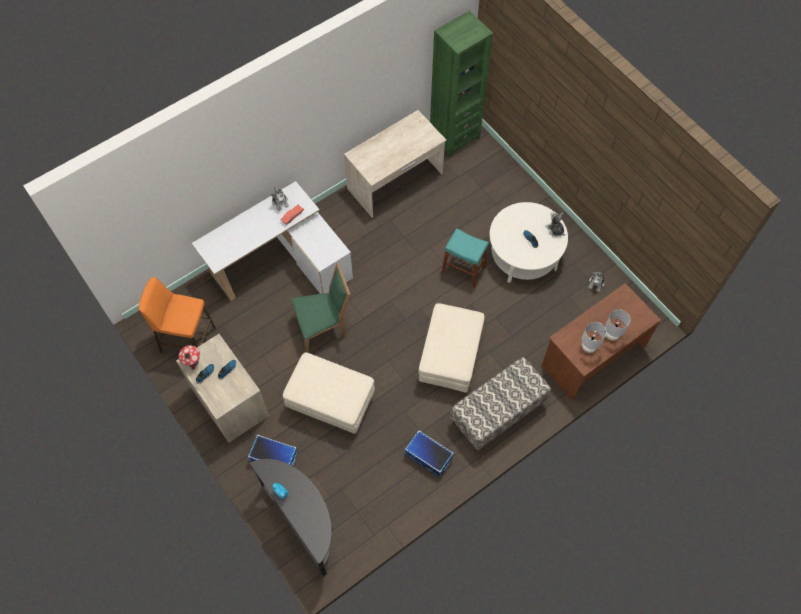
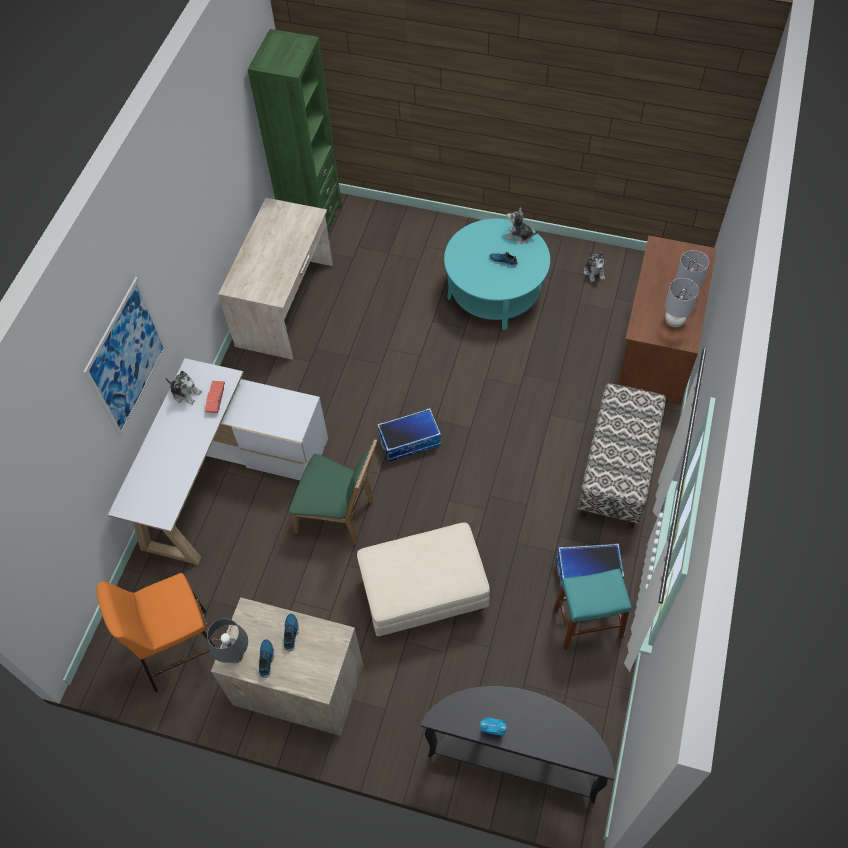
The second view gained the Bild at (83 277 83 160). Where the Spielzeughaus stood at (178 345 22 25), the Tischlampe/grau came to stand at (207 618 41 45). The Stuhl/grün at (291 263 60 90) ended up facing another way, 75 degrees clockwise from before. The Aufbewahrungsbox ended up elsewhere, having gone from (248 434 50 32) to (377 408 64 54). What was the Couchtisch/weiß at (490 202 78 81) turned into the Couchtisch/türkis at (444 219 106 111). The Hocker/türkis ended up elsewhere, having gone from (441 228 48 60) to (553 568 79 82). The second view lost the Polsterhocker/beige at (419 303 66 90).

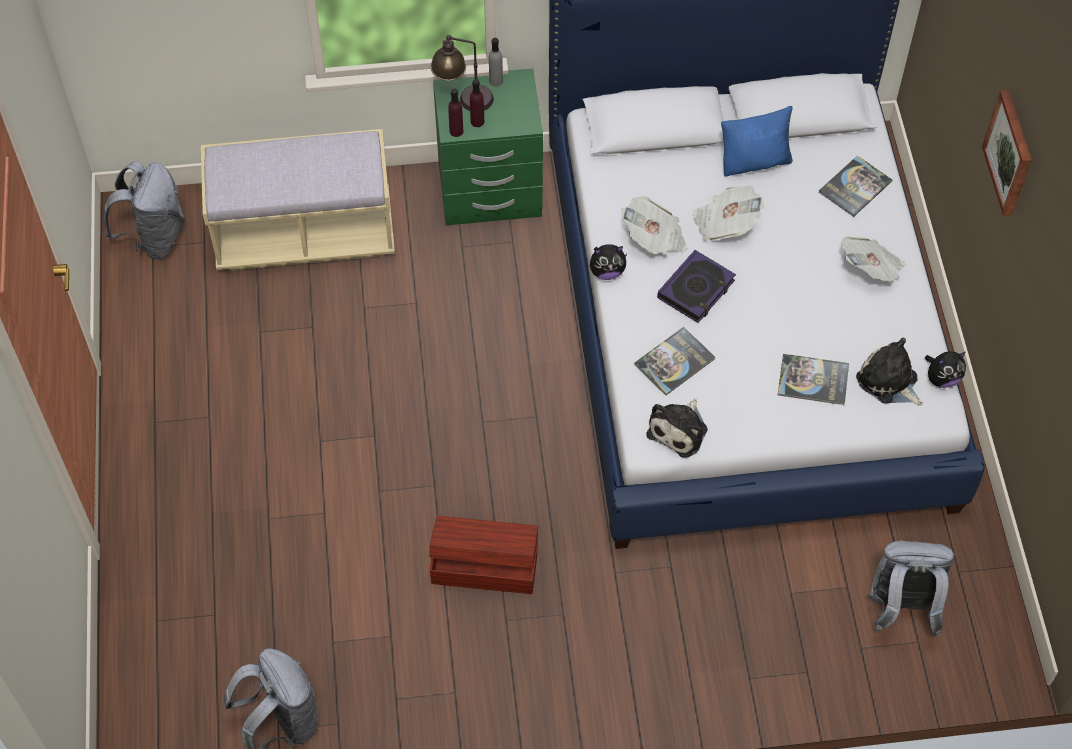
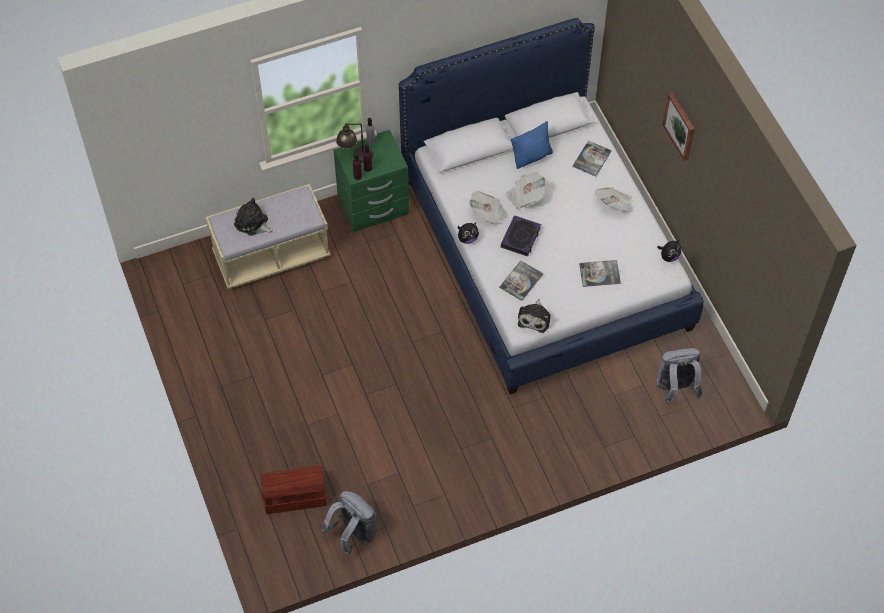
The Plüschtier ended up elsewhere, having gone from (856 338 67 68) to (234 198 39 38). The Aufbewahrungsbox/braun ended up elsewhere, having gone from (429 516 109 78) to (261 465 66 49). The second view lost the Rucksack/grau at (104 161 81 98).

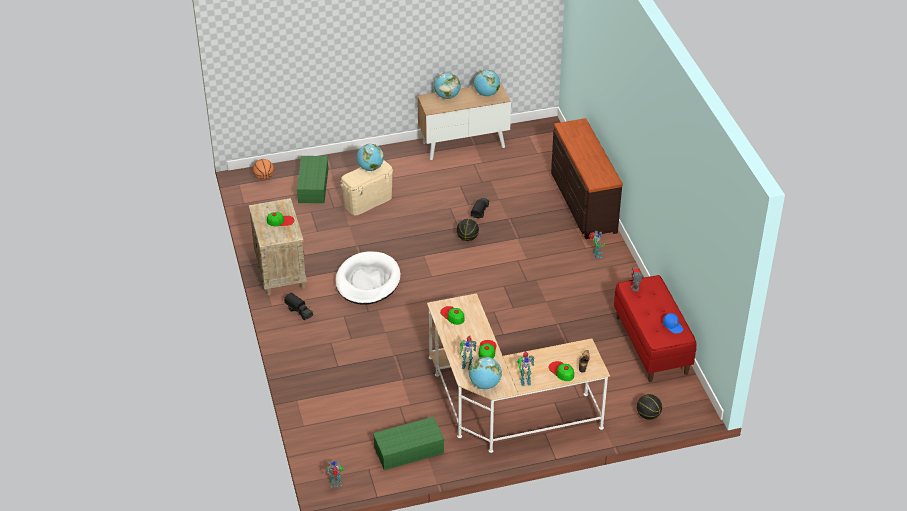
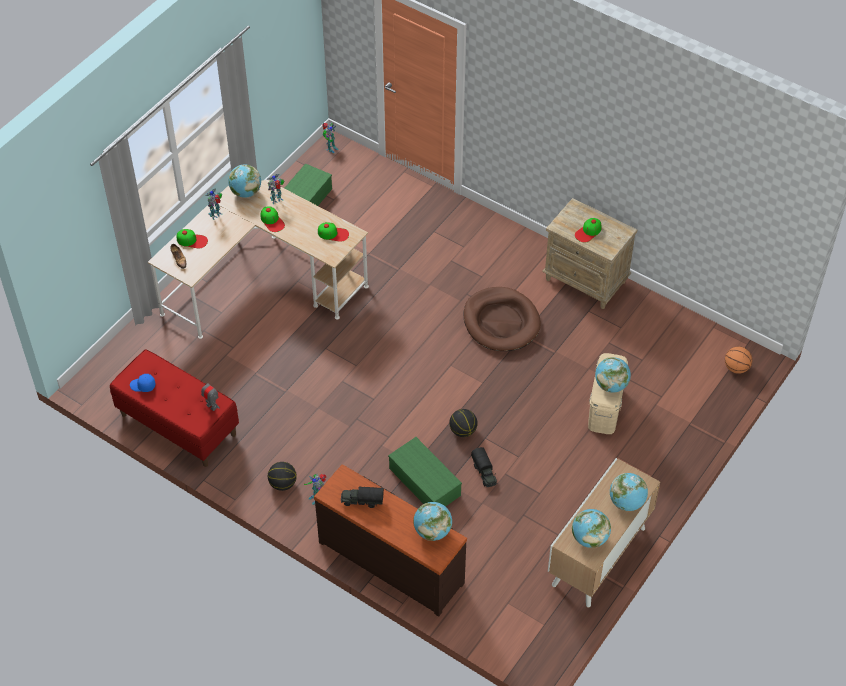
The Basketball ended up elsewhere, having gone from (637 394 25 26) to (268 462 29 29). The Spielzeuglaster ended up elsewhere, having gone from (284 293 30 27) to (341 487 43 21). The Aufbewahrungsbox/grün ended up elsewhere, having gone from (297 156 31 47) to (388 437 74 70). The second view gained the Globus at (413 502 39 39). What was the Hundebett/weiß at (335 251 66 54) turned into the Hundebett/braun at (464 287 77 64).

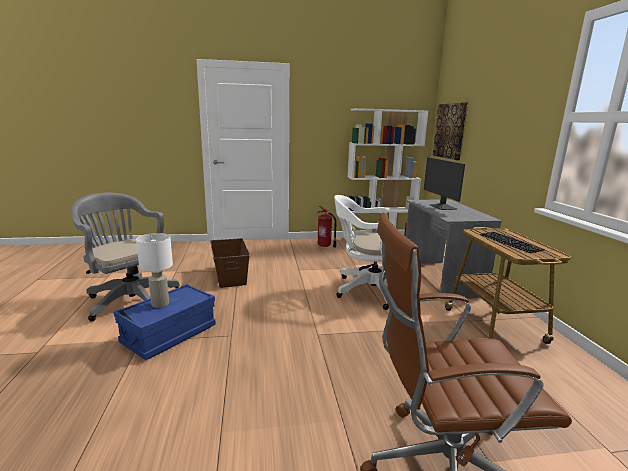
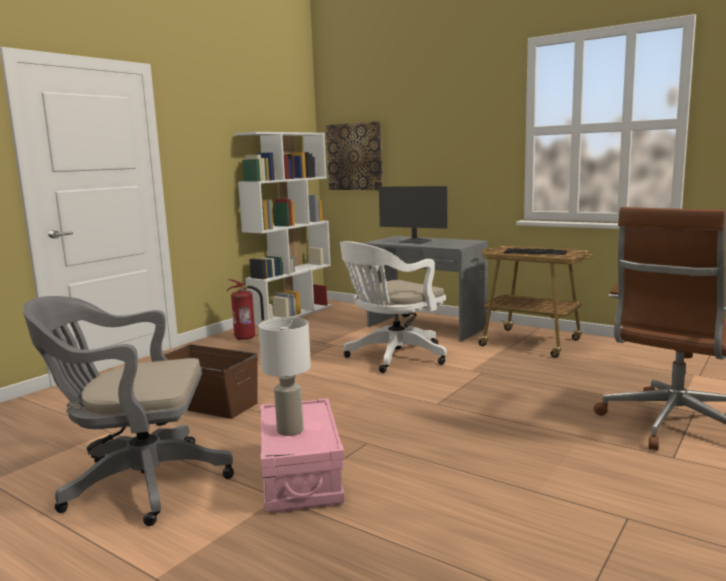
What was the Aufbewahrungsbox/blau at (114 284 102 76) turned into the Aufbewahrungsbox/rosa at (260 398 85 115).

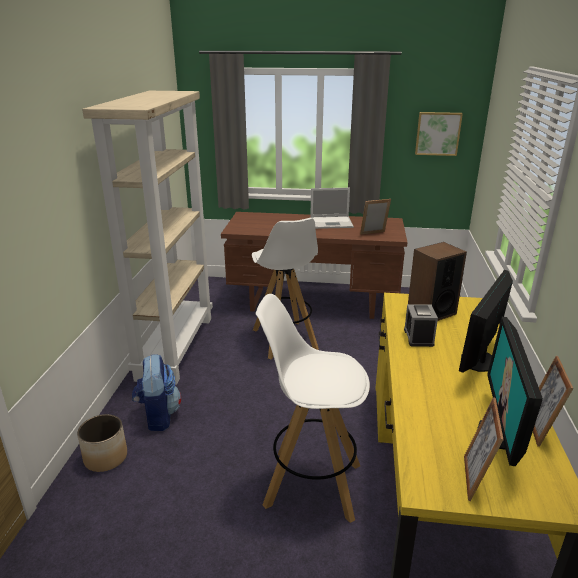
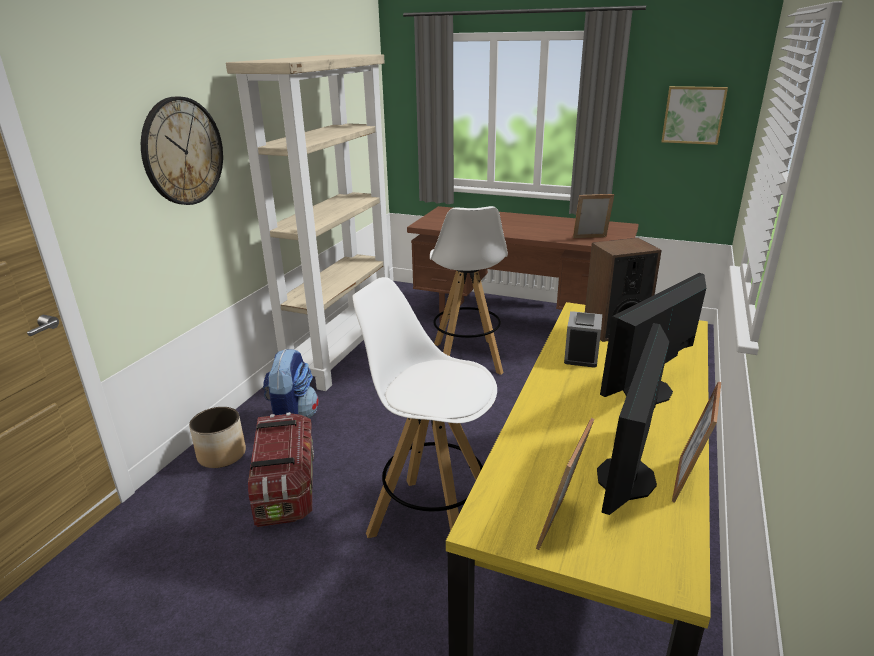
The second view gained the Wanduhr at (141 97 82 108). The second view gained the Aufbewahrungsbox at (248 412 66 115). The second view lost the Laptop at (310 188 44 41).

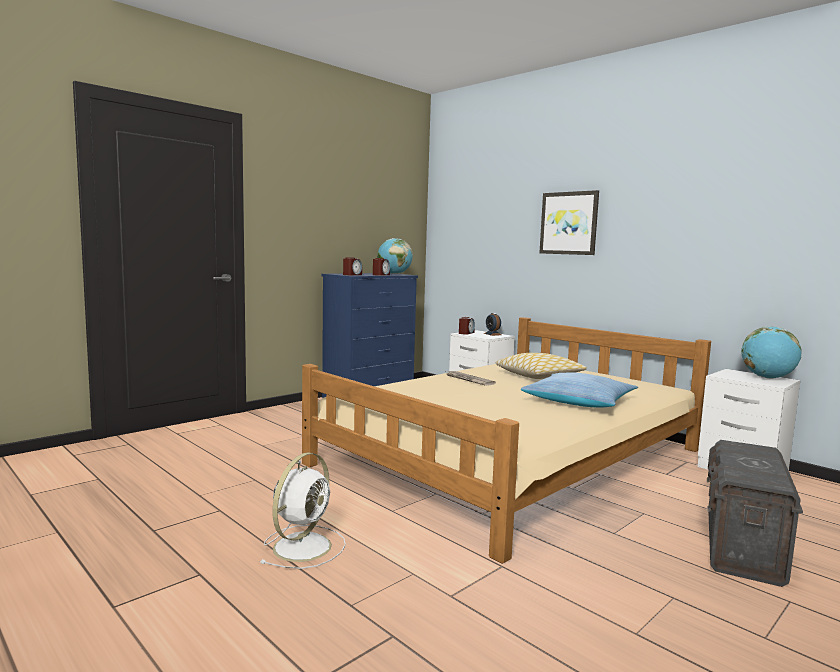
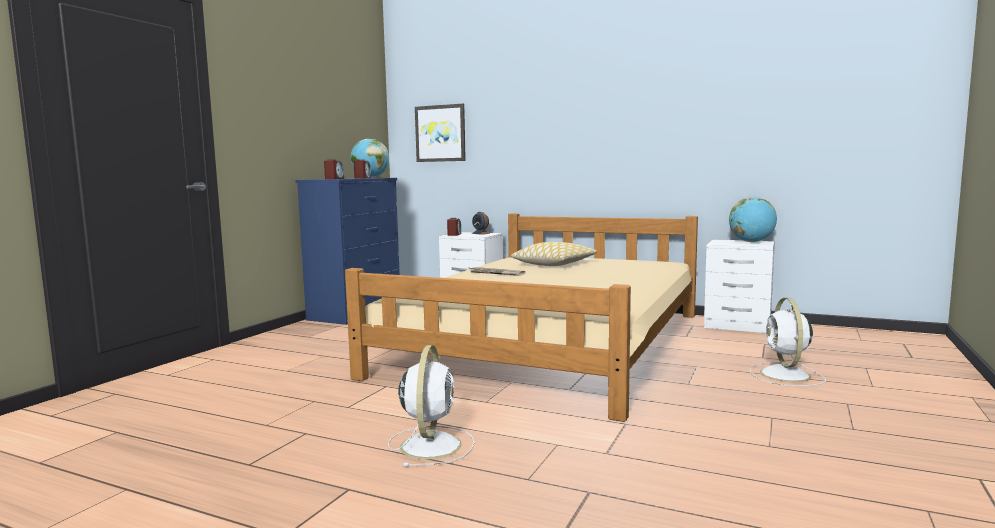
The Bild ended up elsewhere, having gone from (539 190 60 65) to (415 104 51 58). Where the Aufbewahrungsbox/grau stood at (707 440 96 147), the Ventilator/weiß came to stand at (750 298 76 88). The second view lost the Kissen at (521 372 117 36).

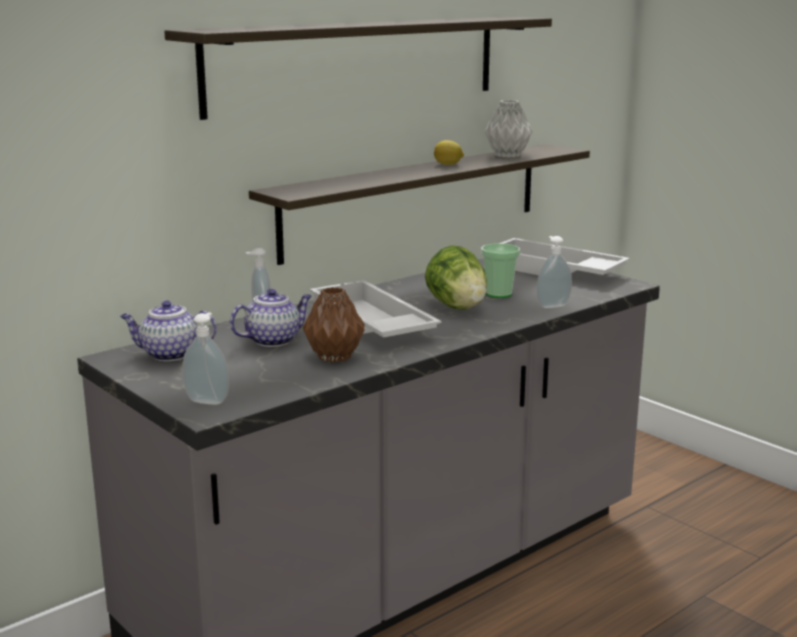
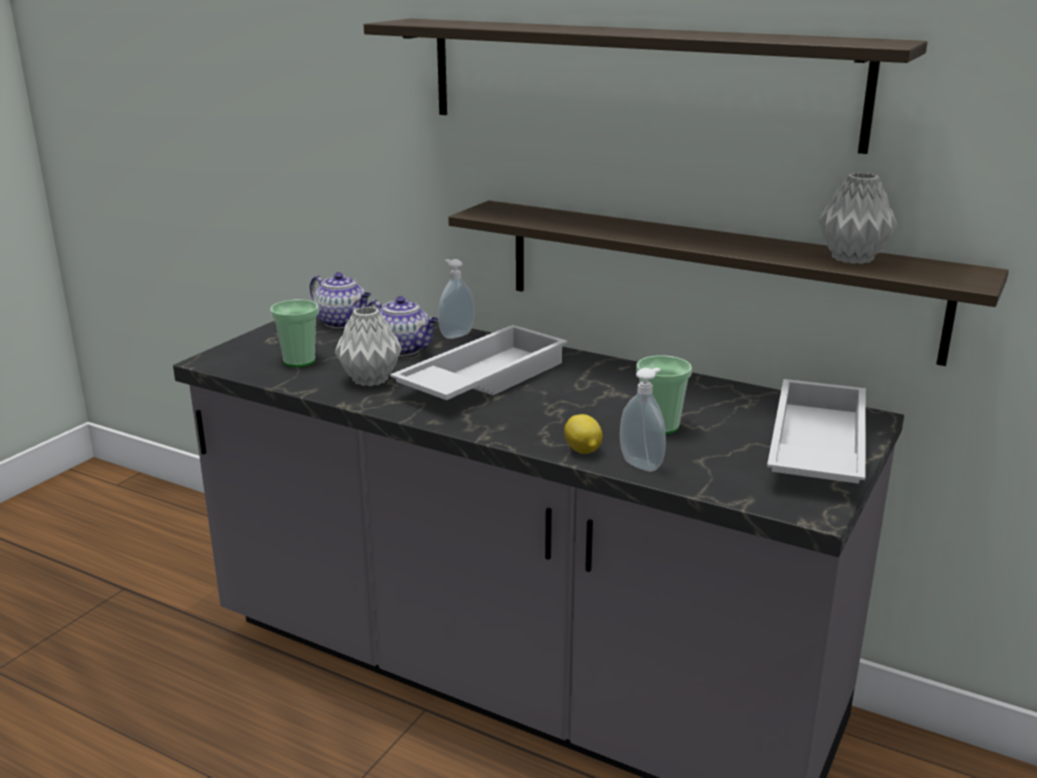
The second view gained the Tasse at (270 300 49 67). The Teekanne at (120 300 97 61) ended up facing another way, 150 degrees clockwise from before. What was the Vase/braun at (303 287 62 76) turned into the Vase/grau at (335 306 67 80). The Zitrone ended up elsewhere, having gone from (434 140 30 25) to (564 414 38 40). The second view lost the Seifenspender at (182 312 47 93). The second view lost the Salatkopf at (425 245 62 65).

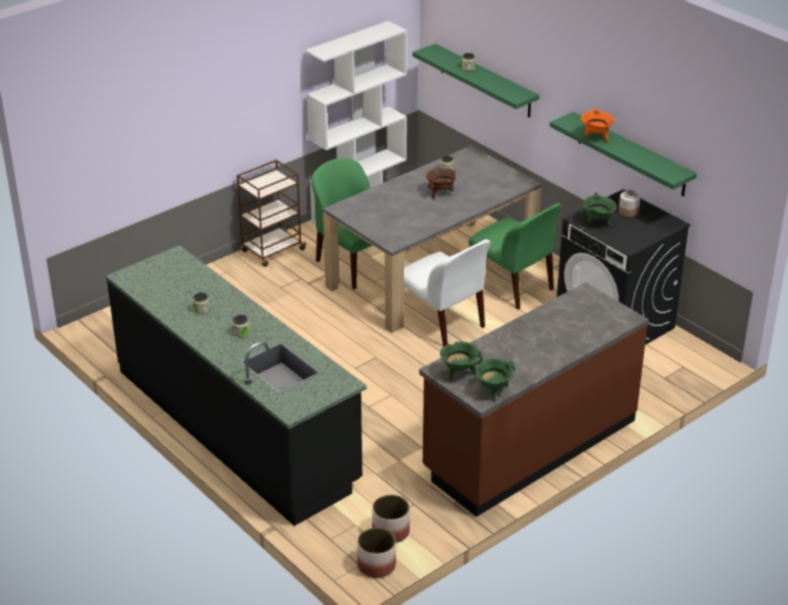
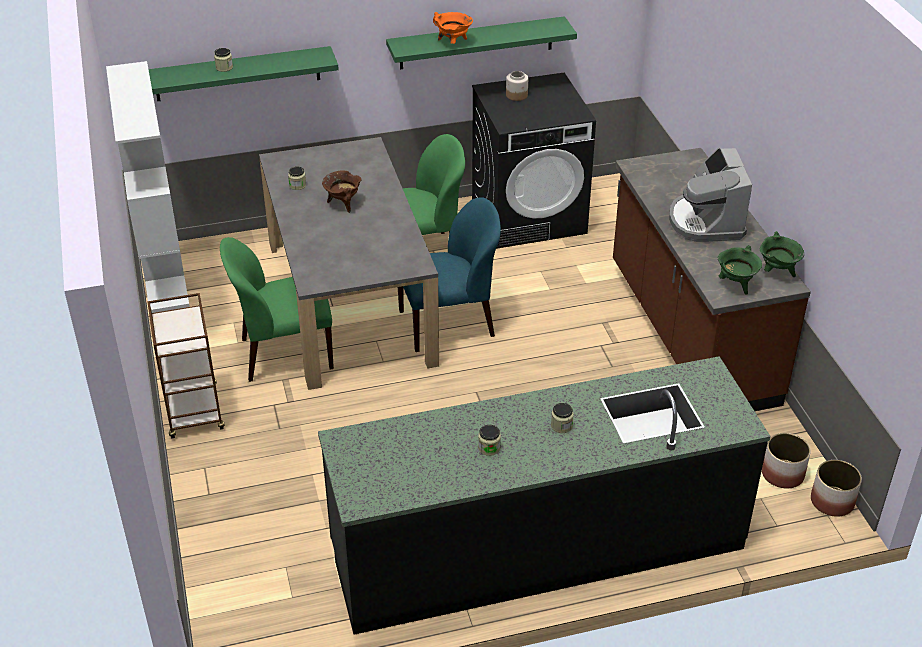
What was the Stuhl/weiß at (404 239 86 108) turned into the Stuhl/blau at (398 197 103 155). The second view gained the Kaffeemaschine at (669 148 83 94). The second view lost the Kochtopf/grün at (583 192 34 35).

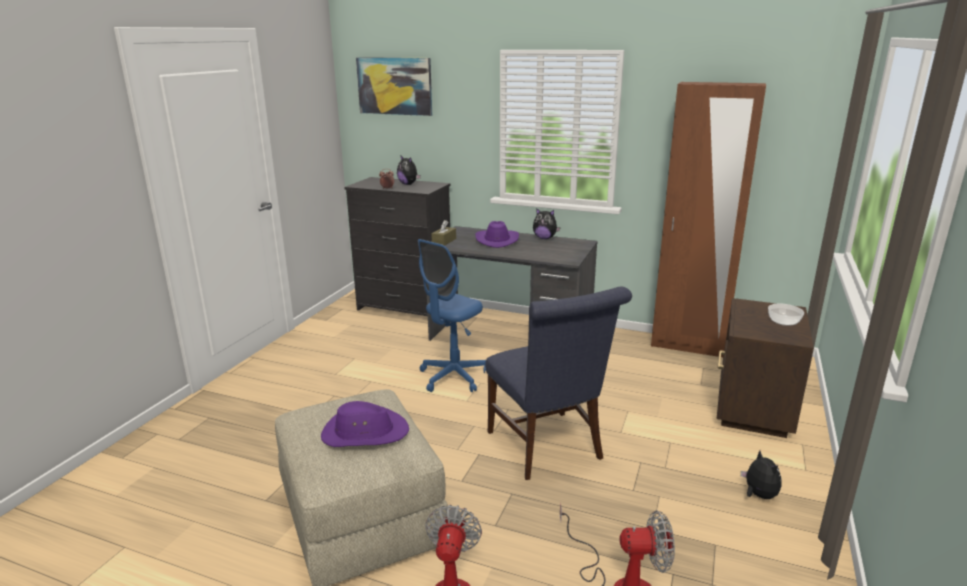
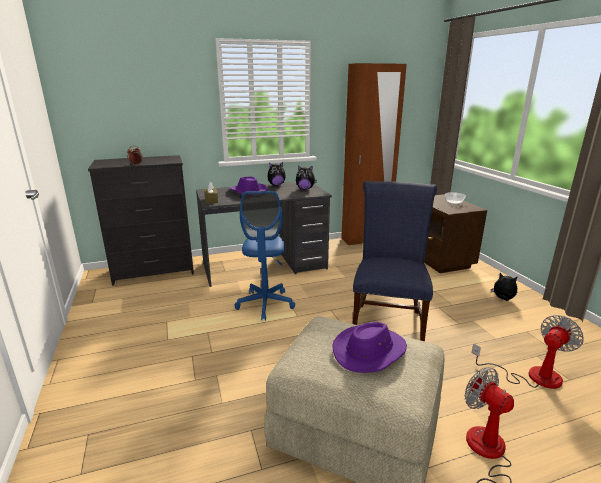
The Plüschtier ended up elsewhere, having gone from (397 155 24 30) to (296 165 21 25). The Stuhl/blau at (485 287 147 193) ended up facing another way, 105 degrees counterclockwise from before. The second view lost the Bild at (356 57 76 59).

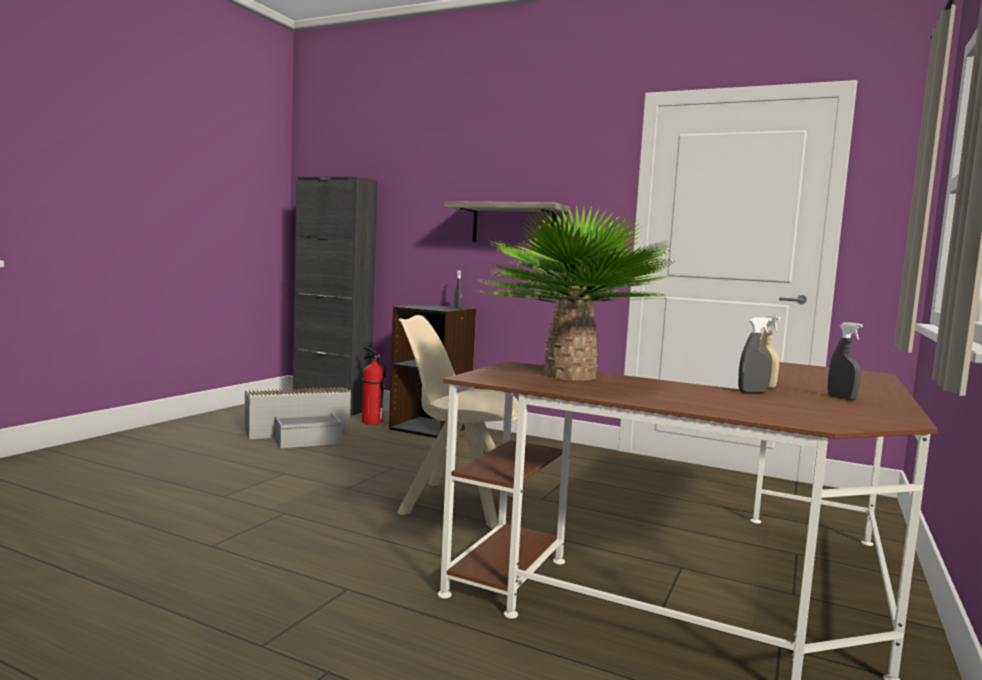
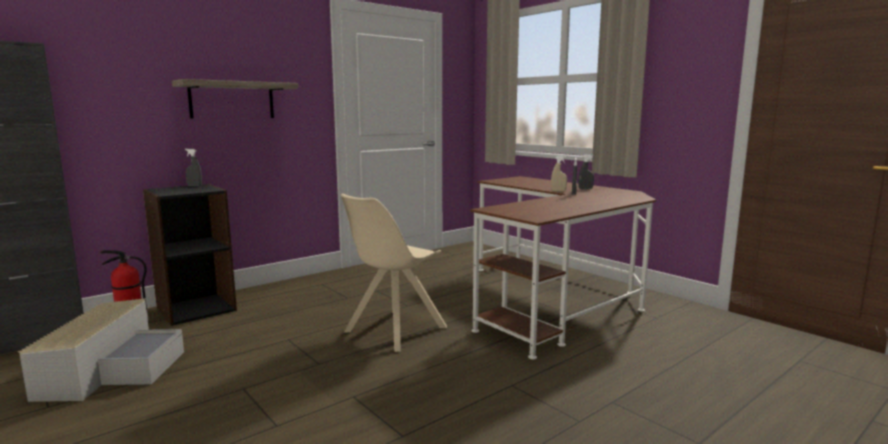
The second view lost the Topfpflanze at (477 206 199 174).

